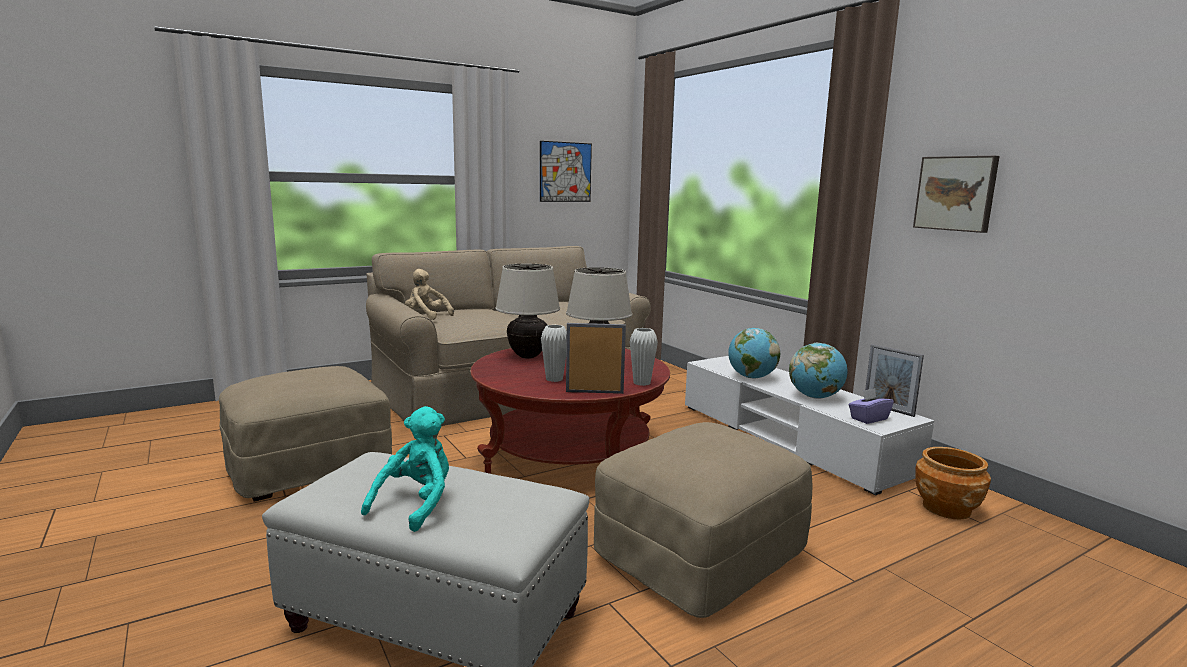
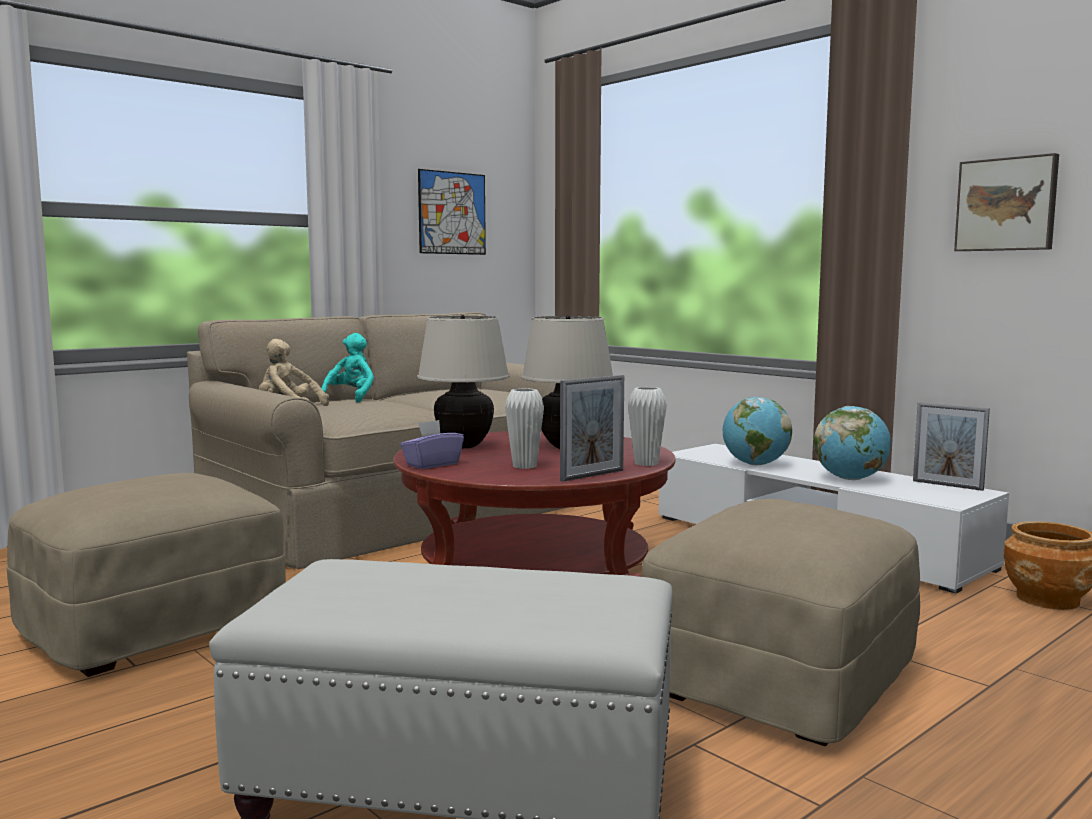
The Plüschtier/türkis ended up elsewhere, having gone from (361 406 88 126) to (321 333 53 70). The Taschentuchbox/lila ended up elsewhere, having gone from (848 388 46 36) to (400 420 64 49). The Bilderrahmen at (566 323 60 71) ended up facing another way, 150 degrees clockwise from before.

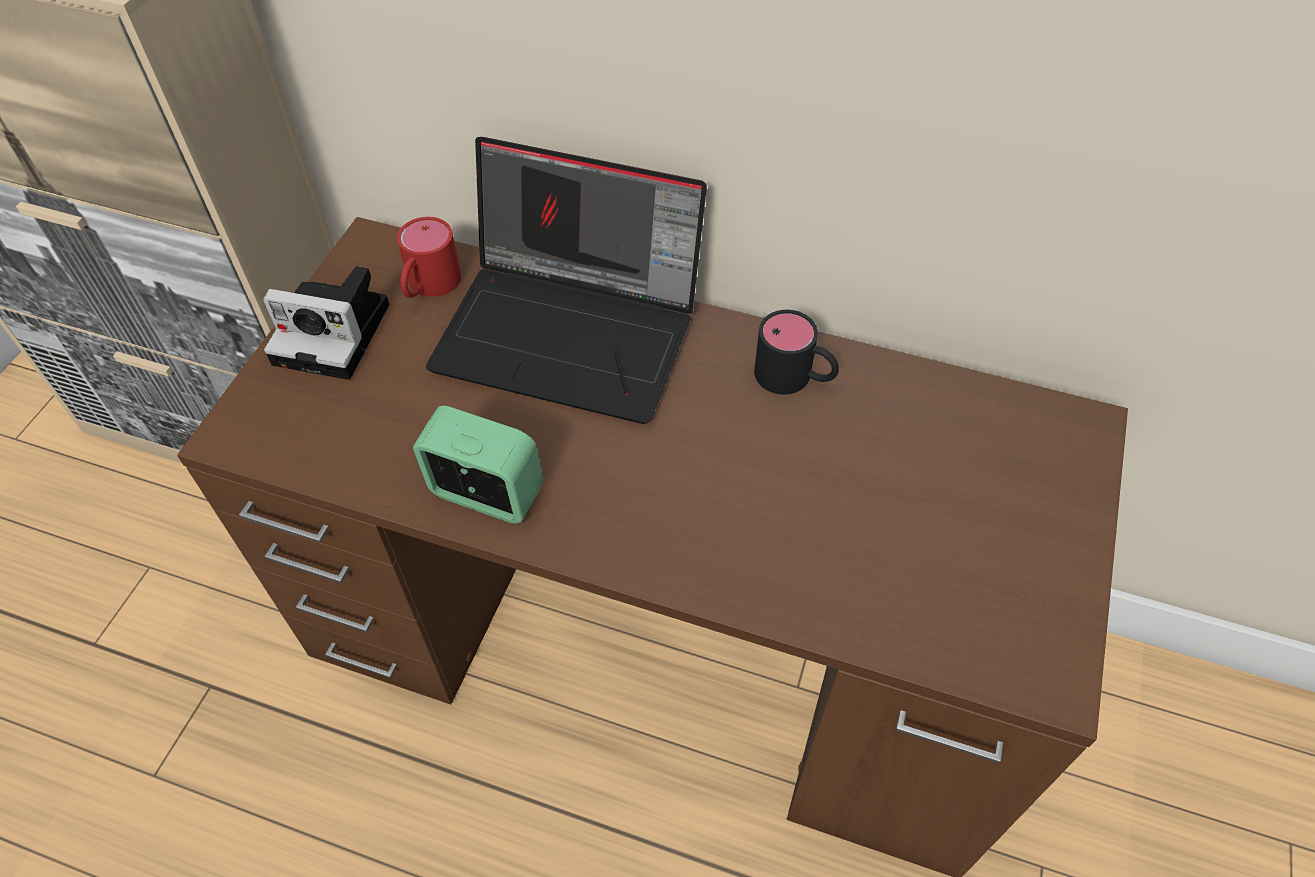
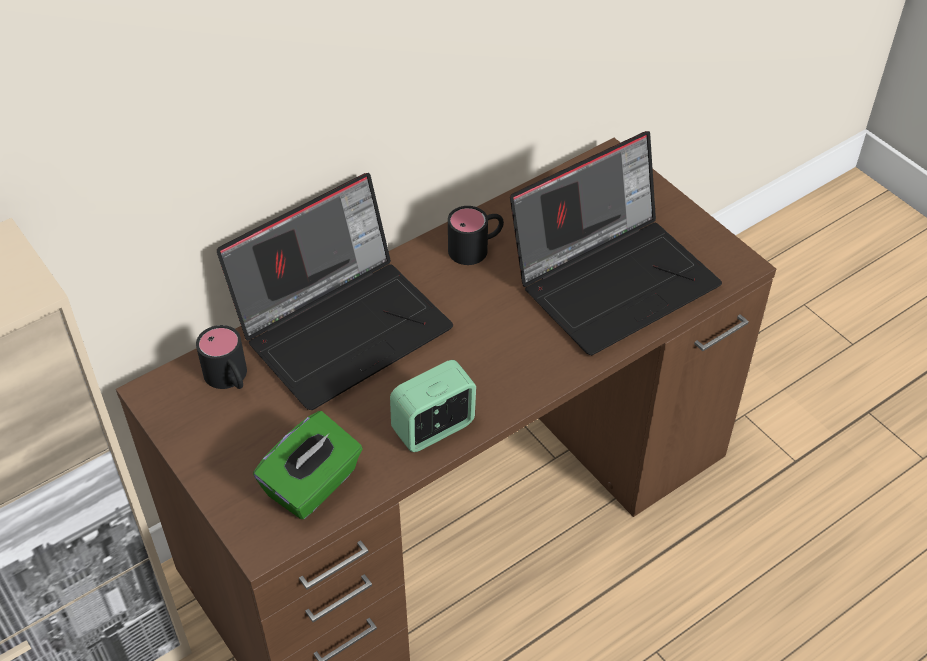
What was the Henkelbecher/rot at (397 217 64 81) turned into the Henkelbecher/schwarz at (196 325 51 64). The second view gained the Taschentuchbox/grün at (253 411 110 108). The second view gained the Laptop at (510 131 212 225). The second view lost the Kamera at (263 266 126 114).

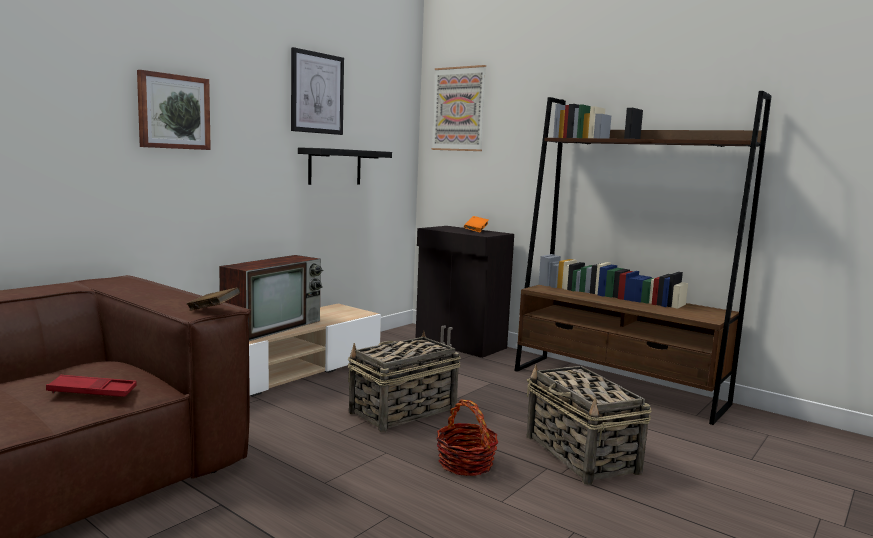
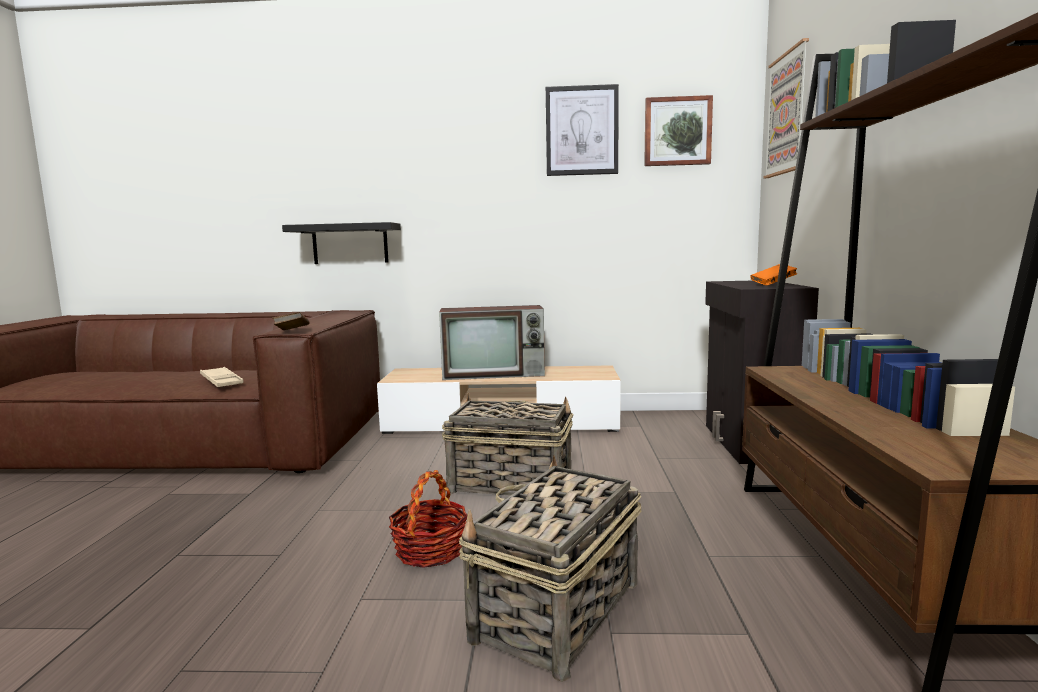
What was the Tablett/rot at (46 375 91 22) turned into the Tablett/beige at (200 367 44 20). The Wandregal/schwarz ended up elsewhere, having gone from (298 147 94 38) to (282 222 119 42). The Bild ended up elsewhere, having gone from (137 70 74 80) to (644 95 69 71).

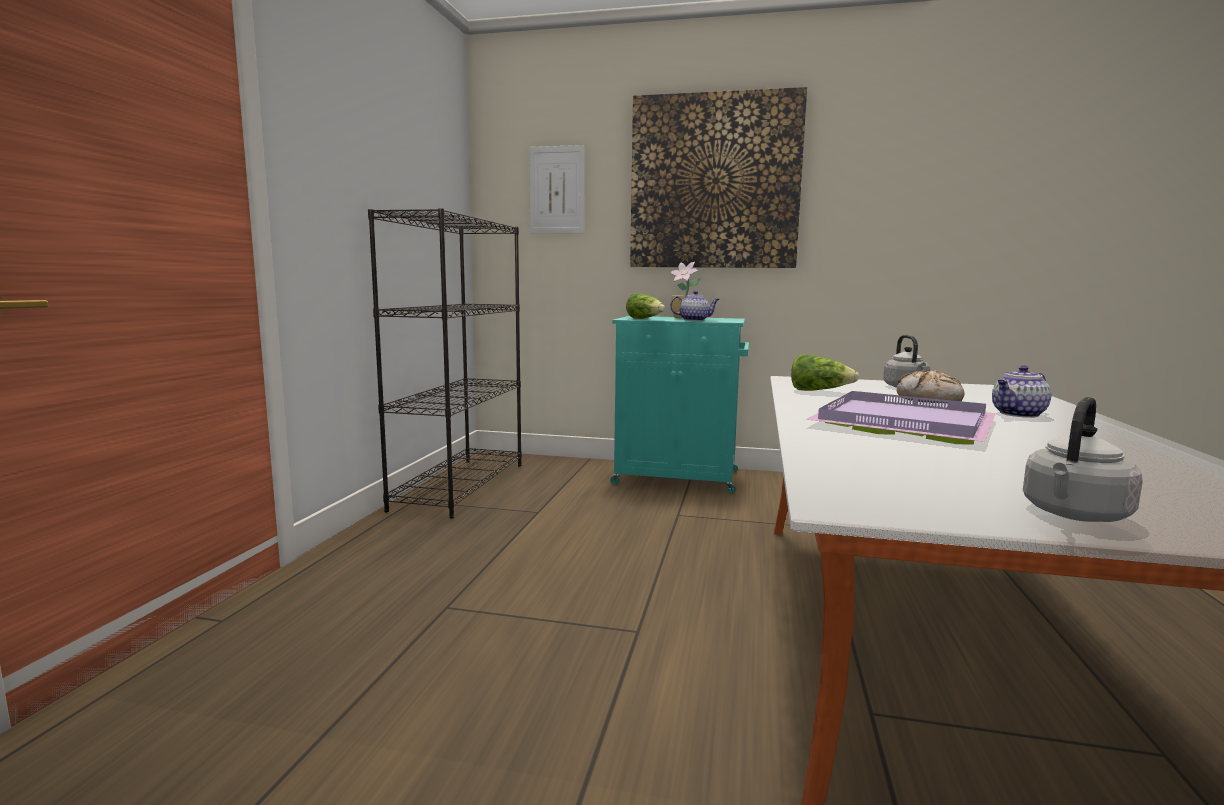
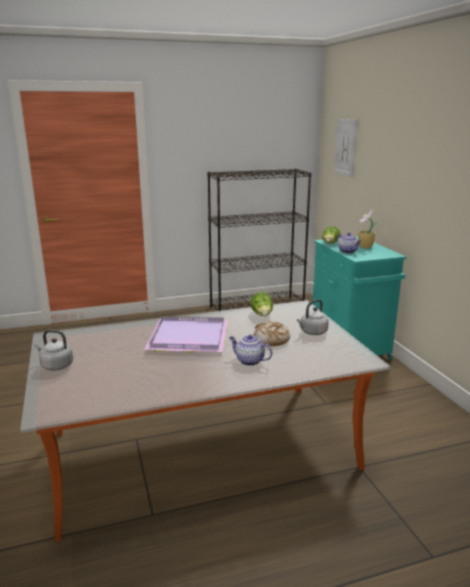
The second view lost the Bild at (630 87 177 181).

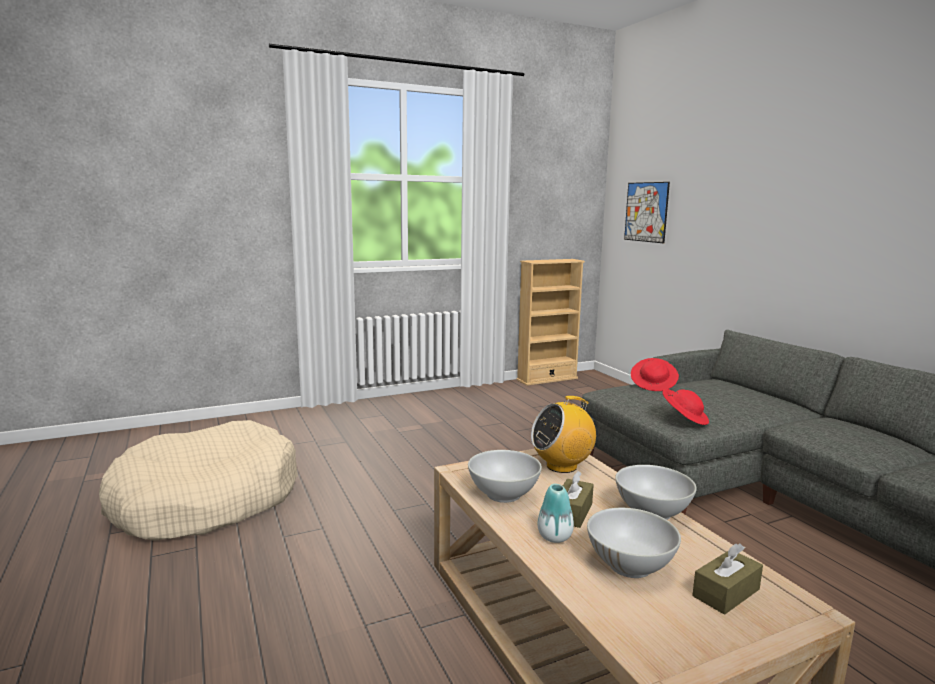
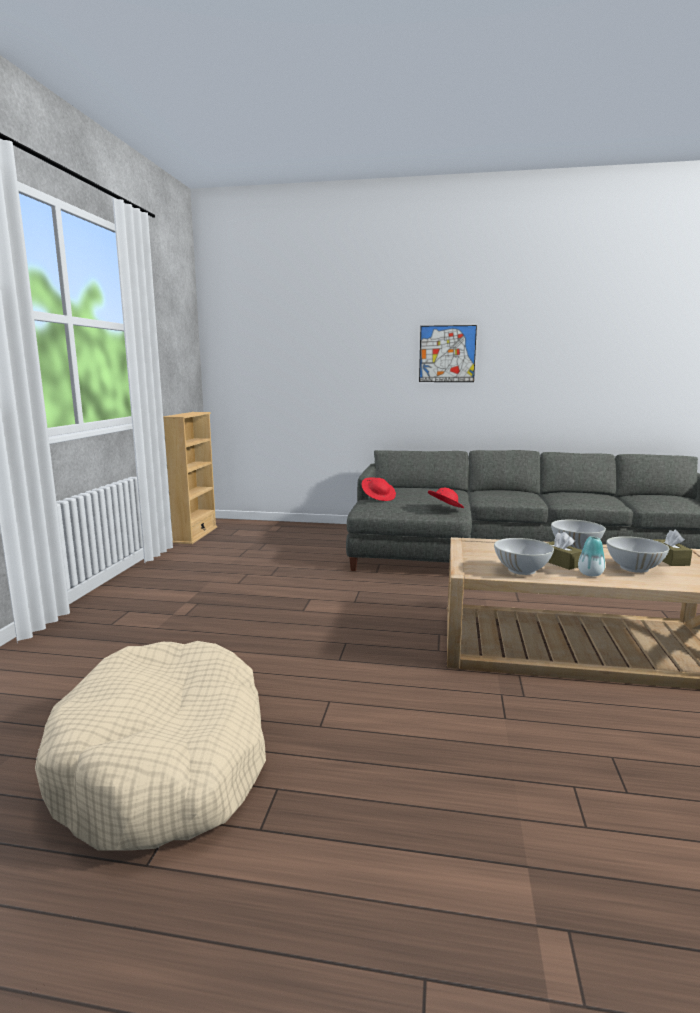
The Bild ended up elsewhere, having gone from (624 182 46 61) to (419 325 58 57). The second view lost the Radio at (531 396 65 77).

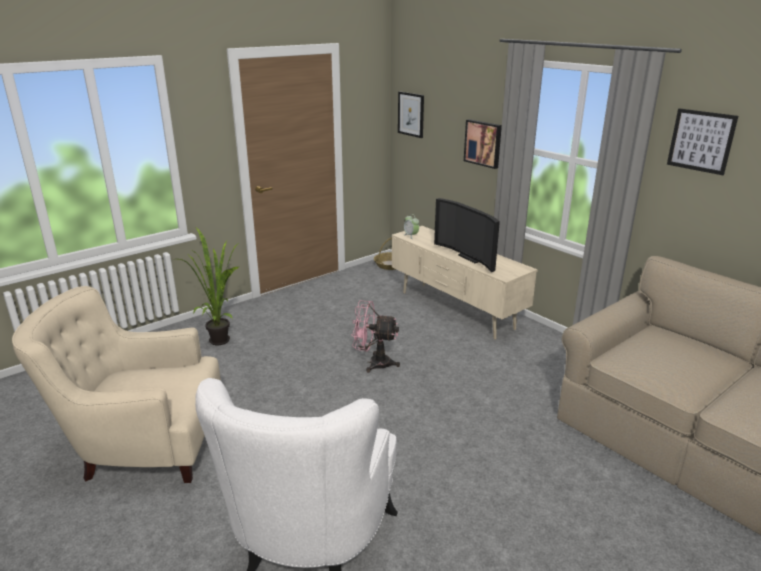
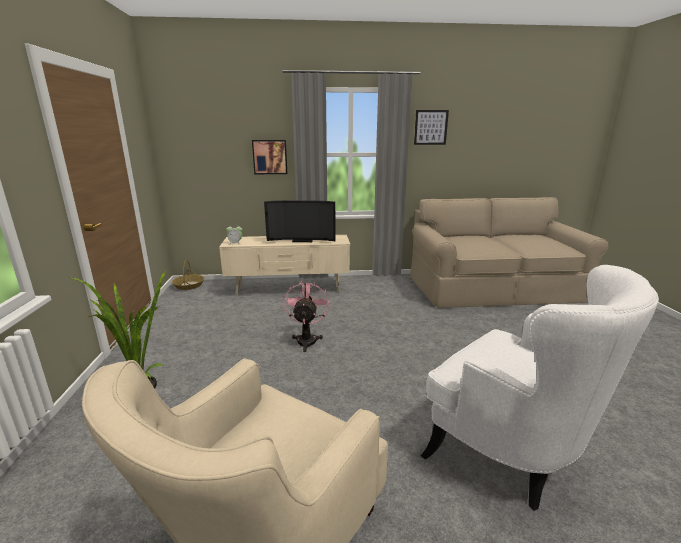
The Ventilator/rosa at (351 300 49 72) ended up facing another way, 135 degrees clockwise from before. The second view lost the Bild at (398 91 26 47).

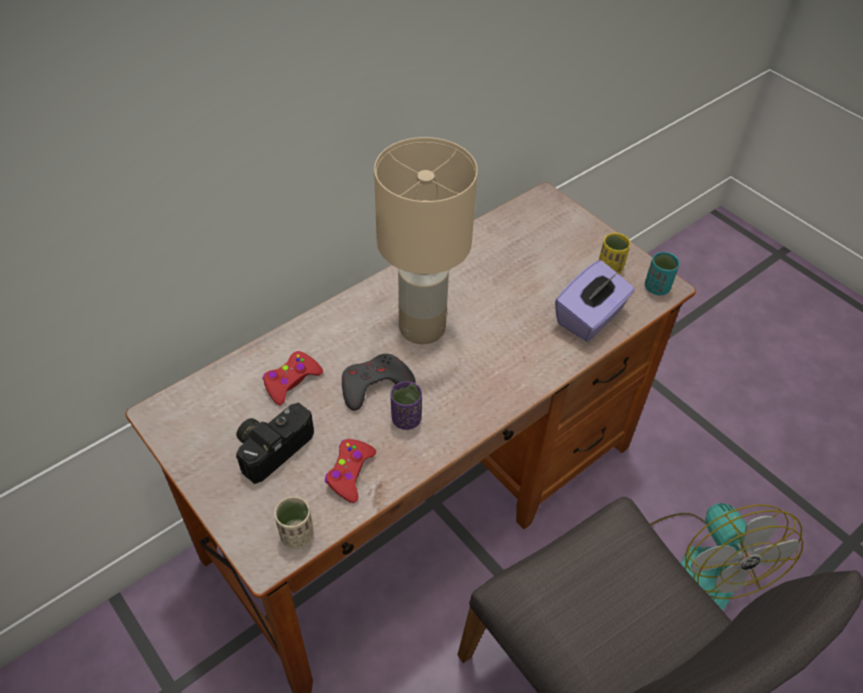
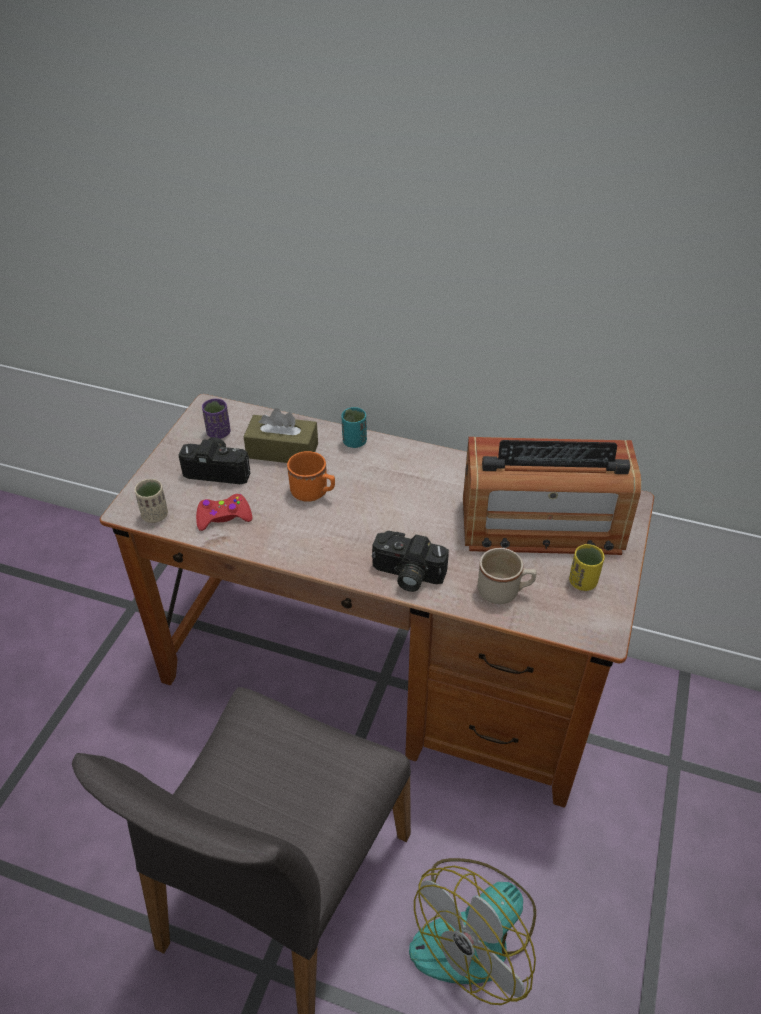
The Tasse/lila ended up elsewhere, having gone from (391 381 31 49) to (202 399 28 40). Where the Gamepad/rot stood at (263 351 60 54), the Taschentuchbox/braun came to stand at (243 408 75 55). Where the Gamepad/grau stood at (342 354 74 57), the Henkelbecher/orange came to stand at (287 451 48 51). The Tasse/türkis ended up elsewhere, having gone from (645 252 35 43) to (341 407 26 41). The second view gained the Kamera at (372 531 77 61). The second view gained the Radio at (463 437 178 118). Where the Taschentuchbox/lila stood at (555 260 80 81), the Henkelbecher/beige came to stand at (478 548 59 56). The second view lost the Tischlampe/beige at (374 137 104 207).

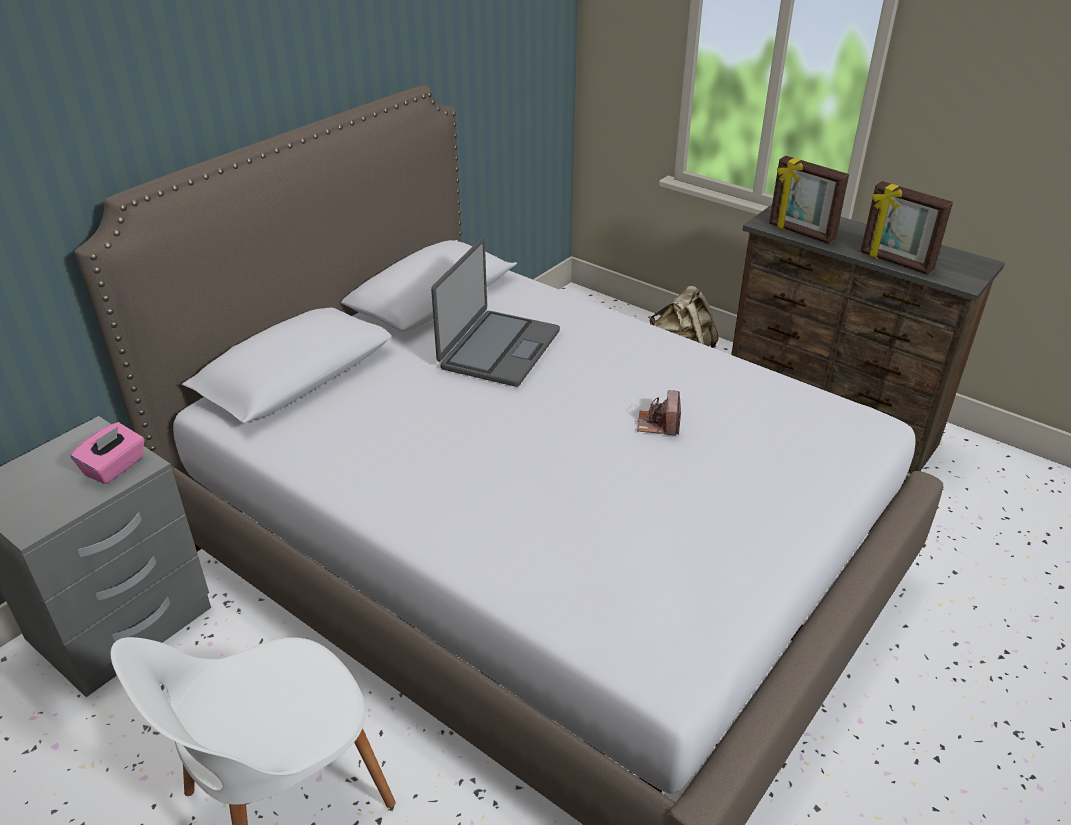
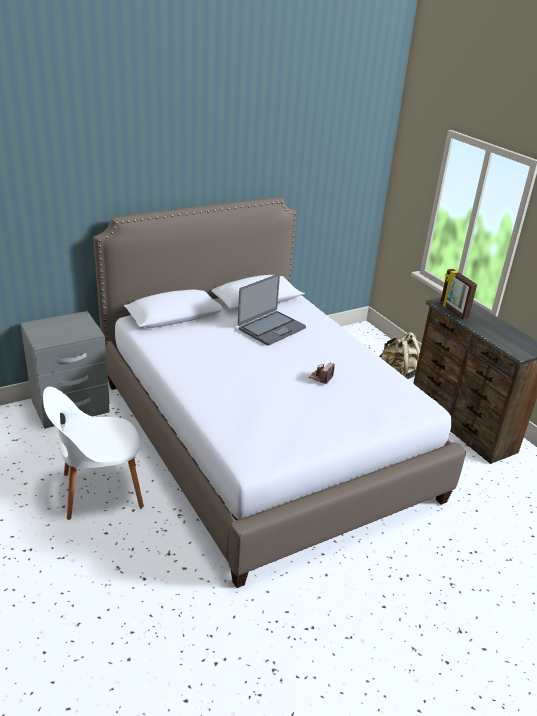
The second view lost the Taschentuchbox/rosa at (71 422 74 62). The second view lost the Bilderrahmen at (860 181 93 94).

